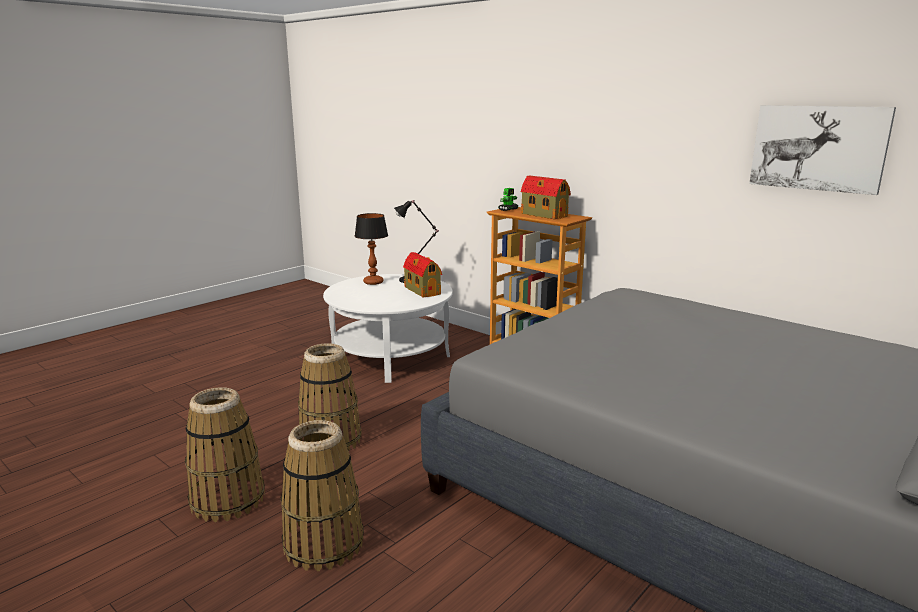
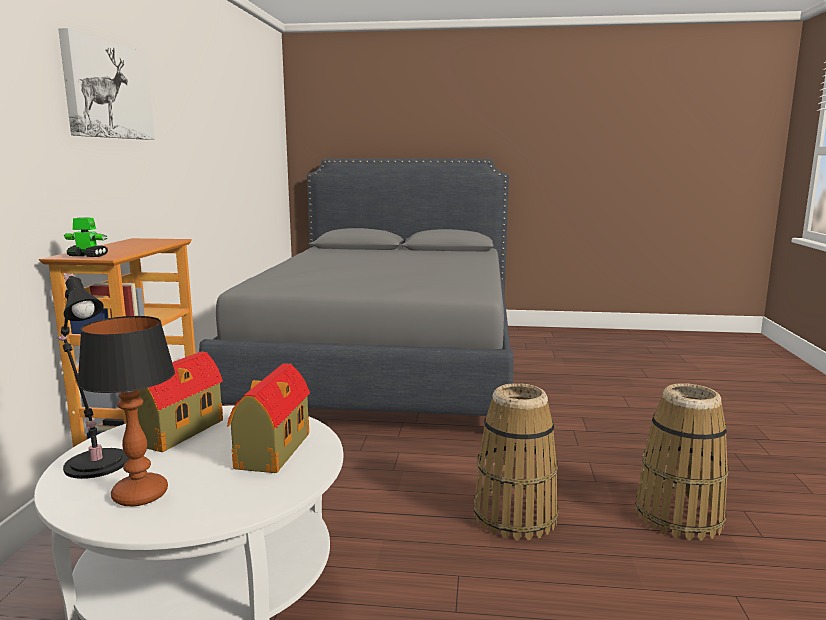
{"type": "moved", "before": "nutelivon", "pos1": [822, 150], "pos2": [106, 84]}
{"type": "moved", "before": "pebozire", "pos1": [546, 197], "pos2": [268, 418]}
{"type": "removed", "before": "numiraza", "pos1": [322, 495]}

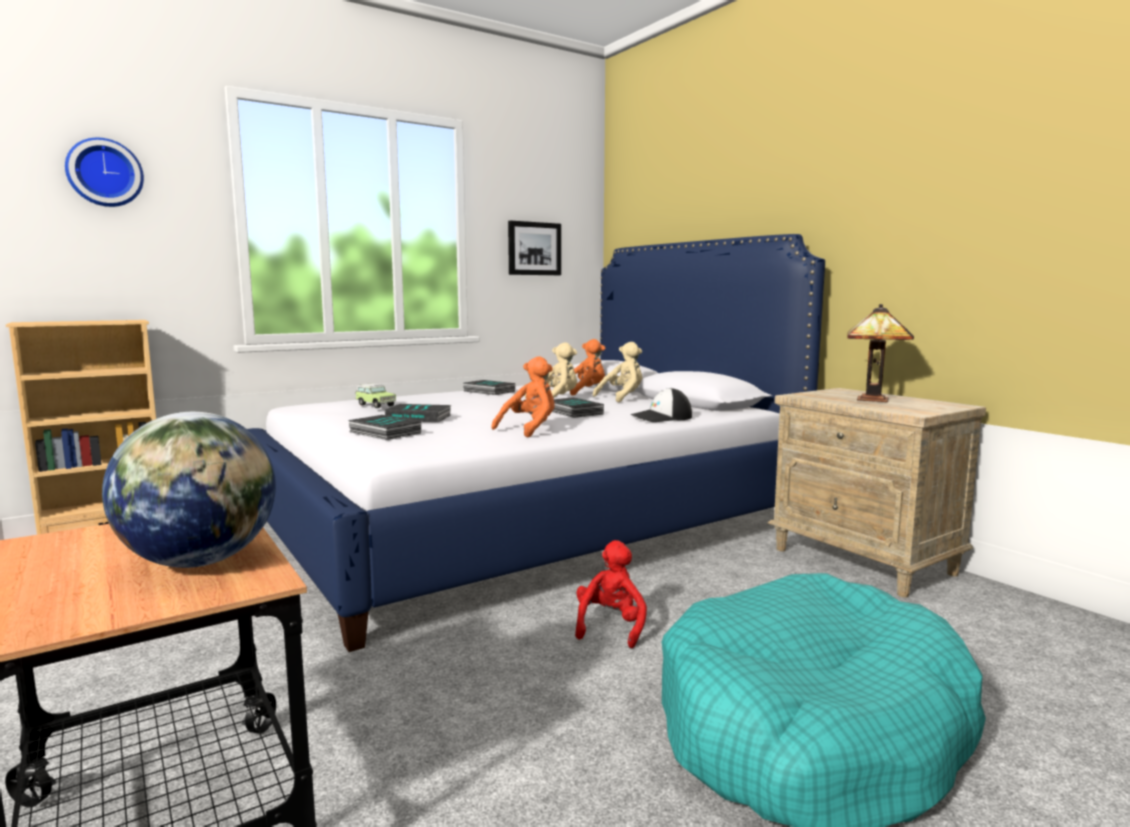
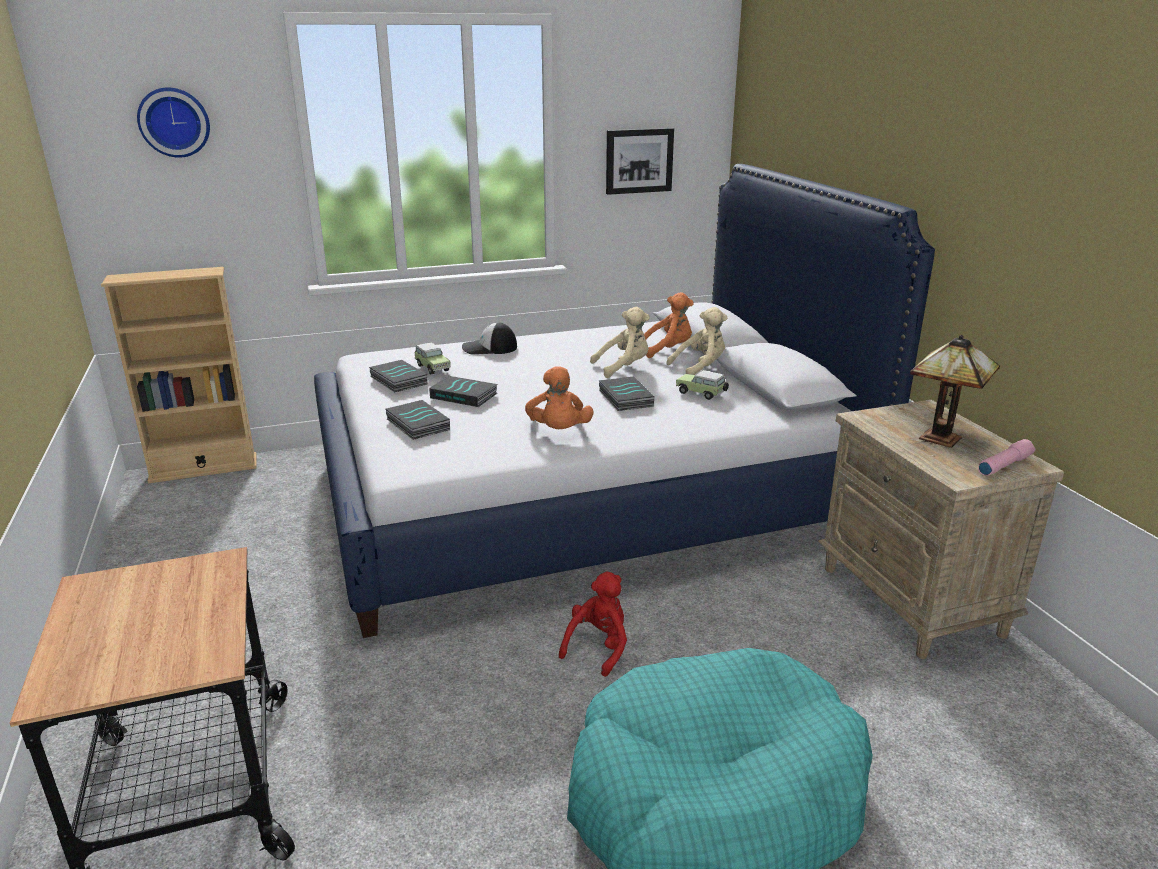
{"type": "moved", "before": "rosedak", "pos1": [489, 387], "pos2": [398, 376]}
{"type": "moved", "before": "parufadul", "pos1": [661, 405], "pos2": [489, 338]}
{"type": "turned", "before": "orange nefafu", "pos1": [523, 397], "pos2": [559, 397], "turn": 120}
{"type": "added", "after": "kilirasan", "pos2": [702, 385]}
{"type": "added", "after": "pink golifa", "pos2": [1007, 457]}
{"type": "removed", "before": "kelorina", "pos1": [189, 490]}

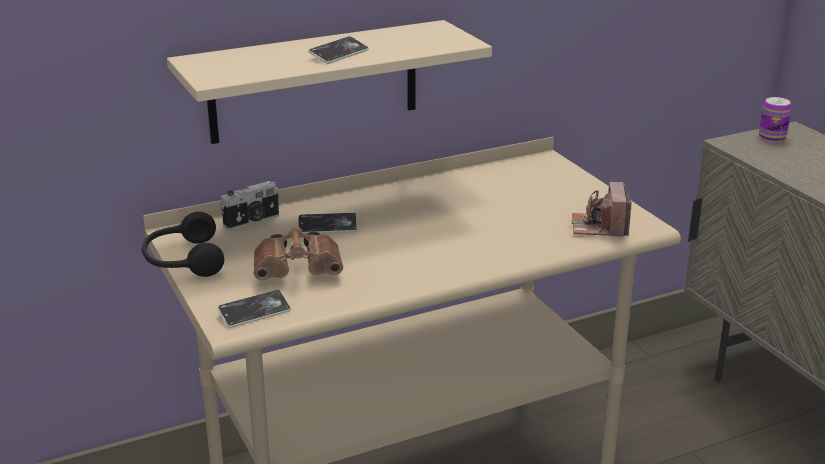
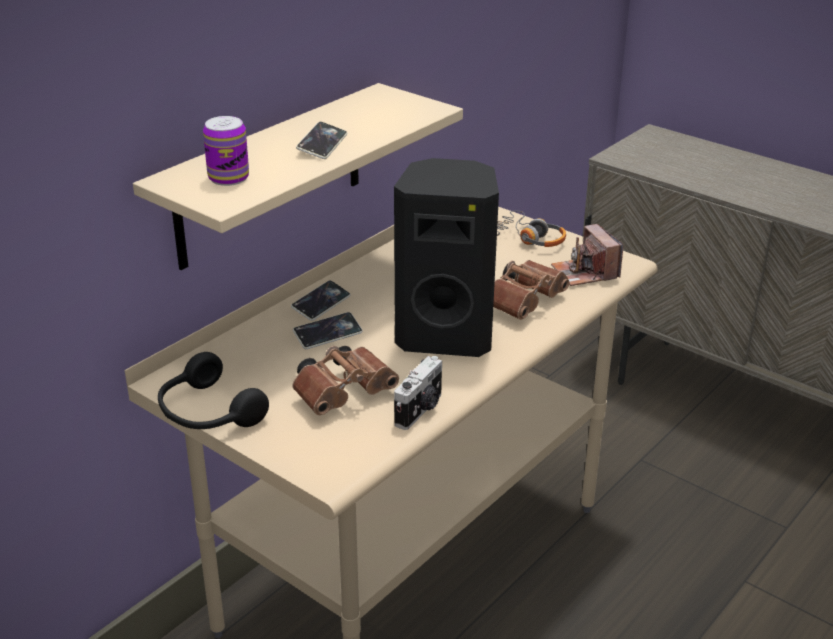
{"type": "moved", "before": "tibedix", "pos1": [775, 119], "pos2": [226, 151]}
{"type": "moved", "before": "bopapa", "pos1": [254, 309], "pos2": [320, 300]}
{"type": "added", "after": "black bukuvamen", "pos2": [446, 257]}
{"type": "moved", "before": "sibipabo", "pos1": [250, 205], "pos2": [418, 393]}
{"type": "added", "after": "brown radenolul", "pos2": [531, 290]}
{"type": "added", "after": "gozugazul", "pos2": [531, 229]}

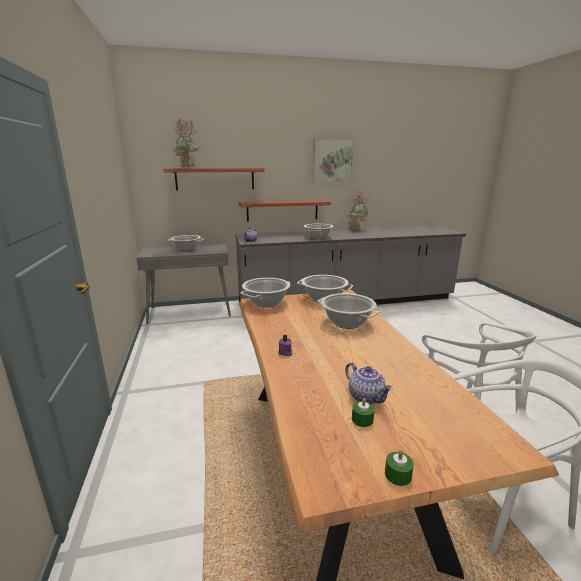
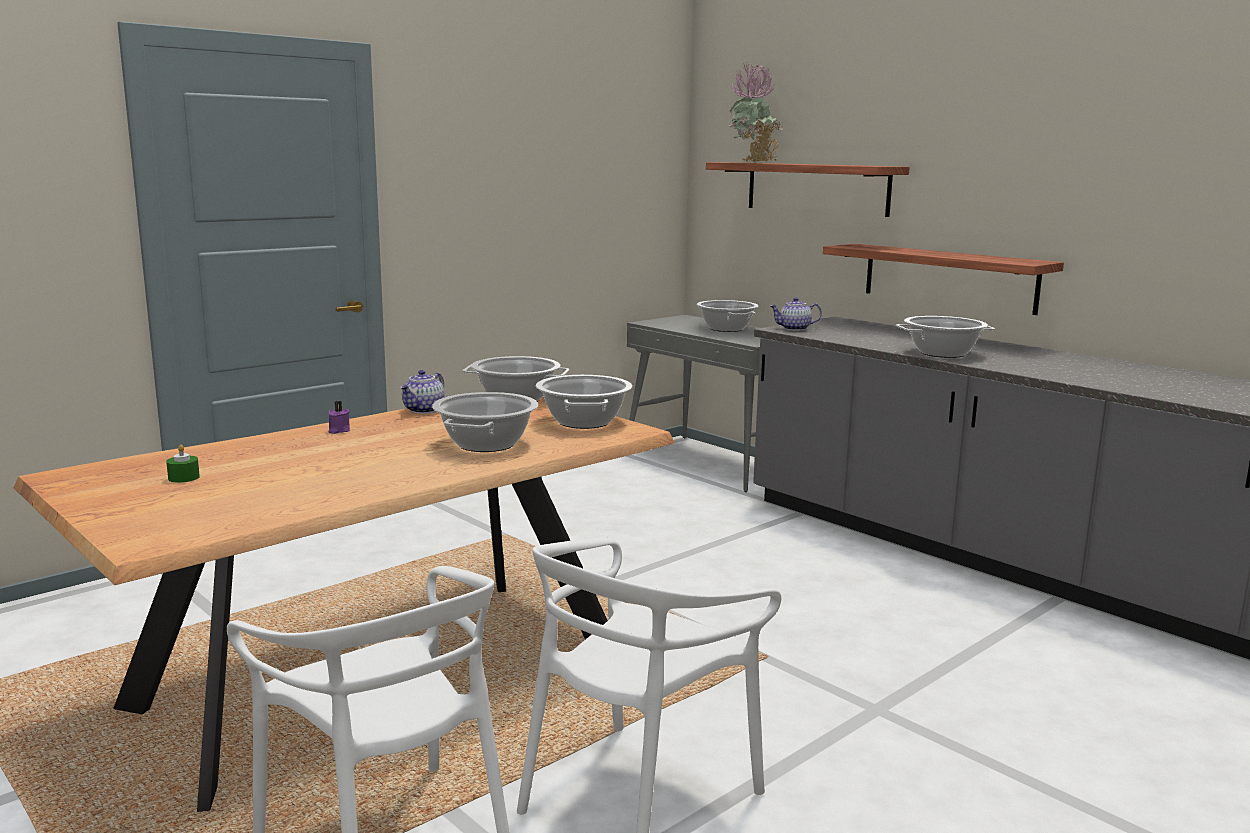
{"type": "moved", "before": "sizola", "pos1": [369, 383], "pos2": [422, 392]}
{"type": "removed", "before": "nutelivon", "pos1": [333, 161]}
{"type": "removed", "before": "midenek", "pos1": [357, 211]}
{"type": "removed", "before": "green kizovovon", "pos1": [399, 468]}

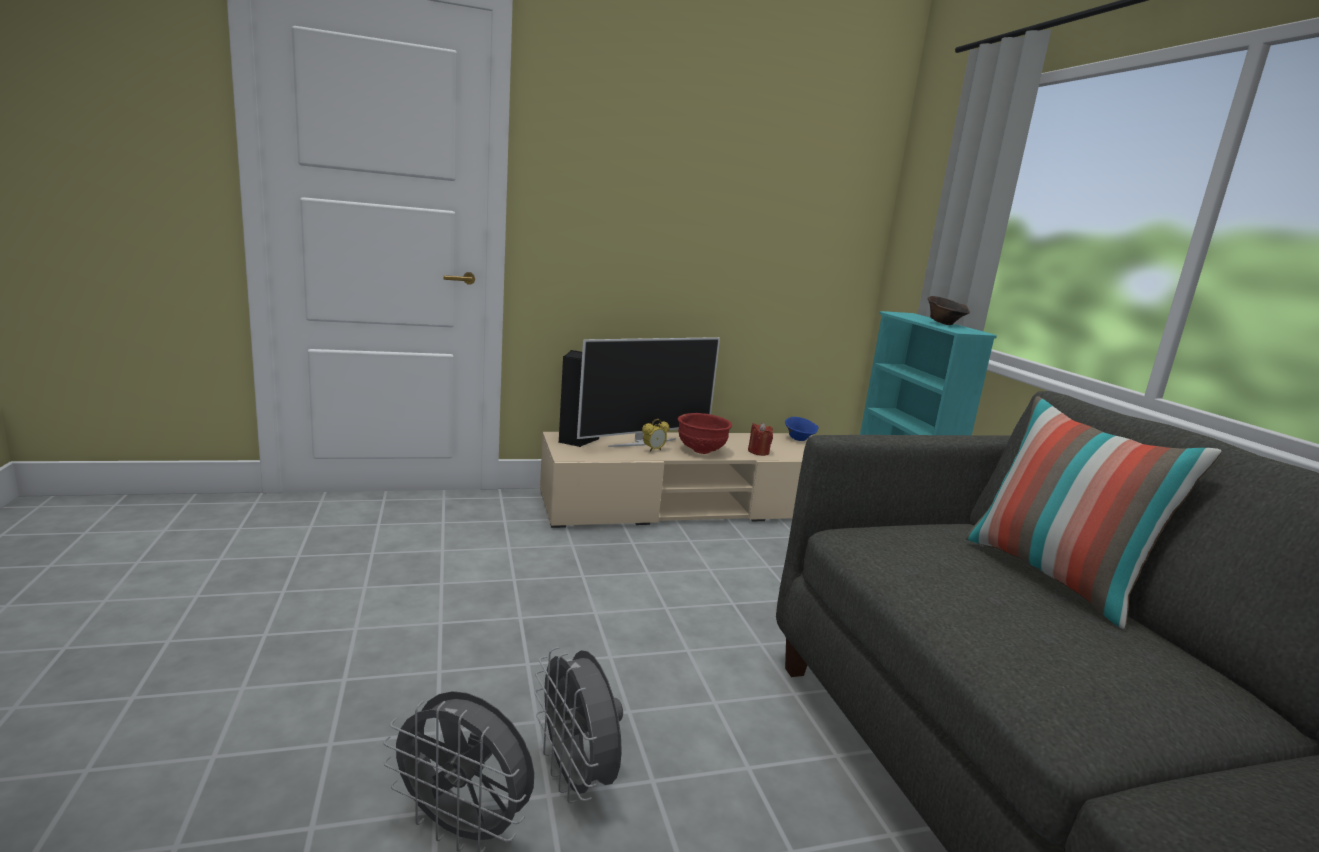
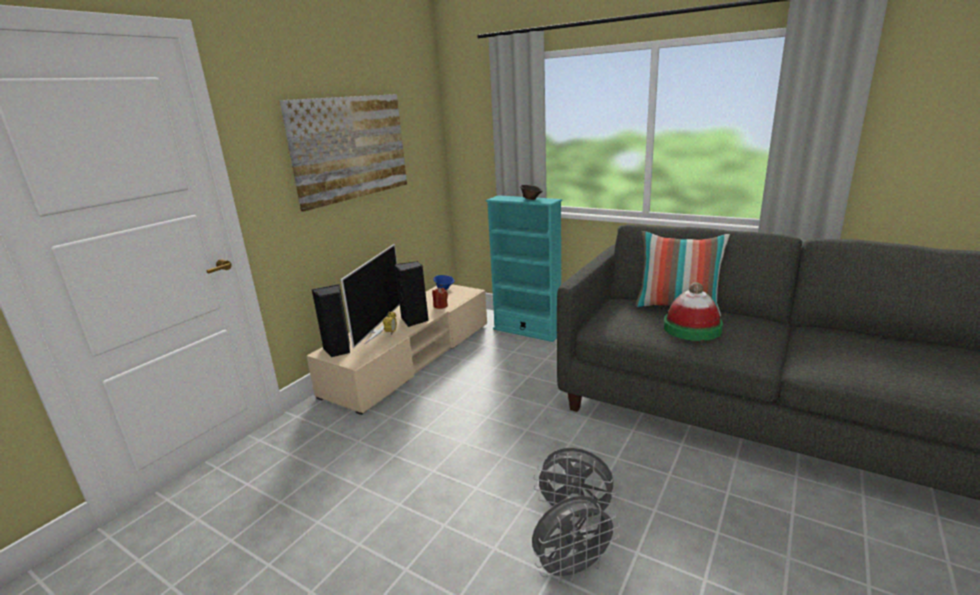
{"type": "added", "after": "nutelivon", "pos2": [343, 152]}
{"type": "replaced", "before": "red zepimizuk", "after": "black bukuvamen", "pos1": [705, 433], "pos2": [411, 294]}
{"type": "added", "after": "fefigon", "pos2": [693, 311]}

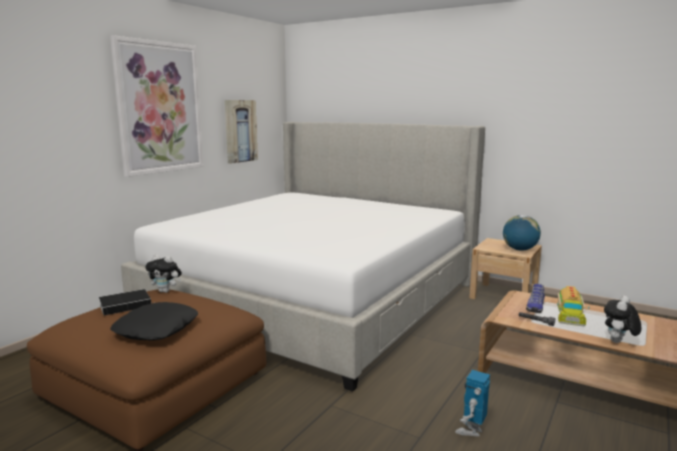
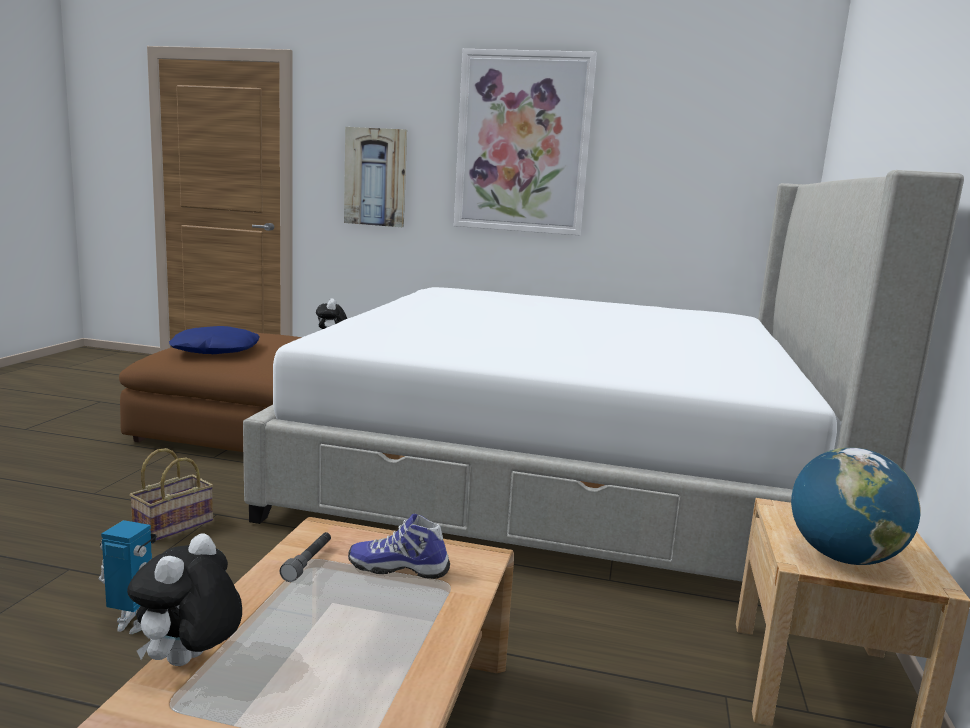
{"type": "turned", "before": "nefafu", "pos1": [622, 319], "pos2": [184, 600], "turn": -90}
{"type": "added", "after": "numiraza", "pos2": [171, 494]}
{"type": "recoloured", "before": "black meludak", "after": "blue meludak", "pos1": [154, 321], "pos2": [214, 340]}
{"type": "moved", "before": "nutelivon", "pos1": [241, 132], "pos2": [375, 177]}
{"type": "removed", "before": "rosedak", "pos1": [126, 302]}
{"type": "removed", "before": "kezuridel", "pos1": [573, 306]}

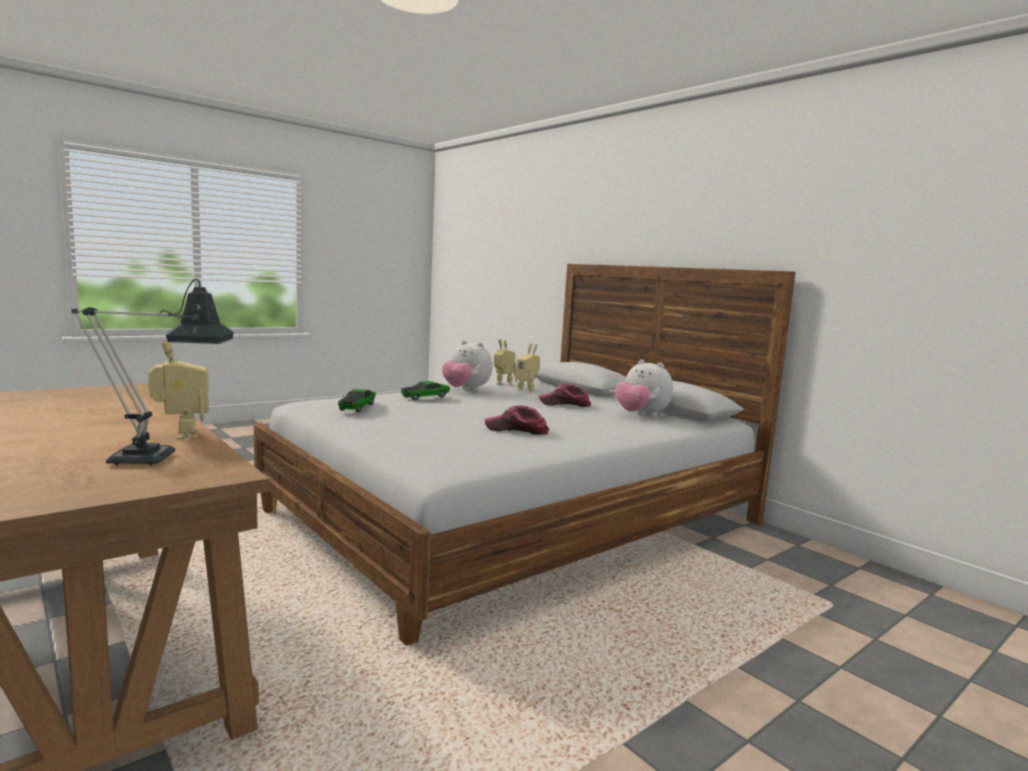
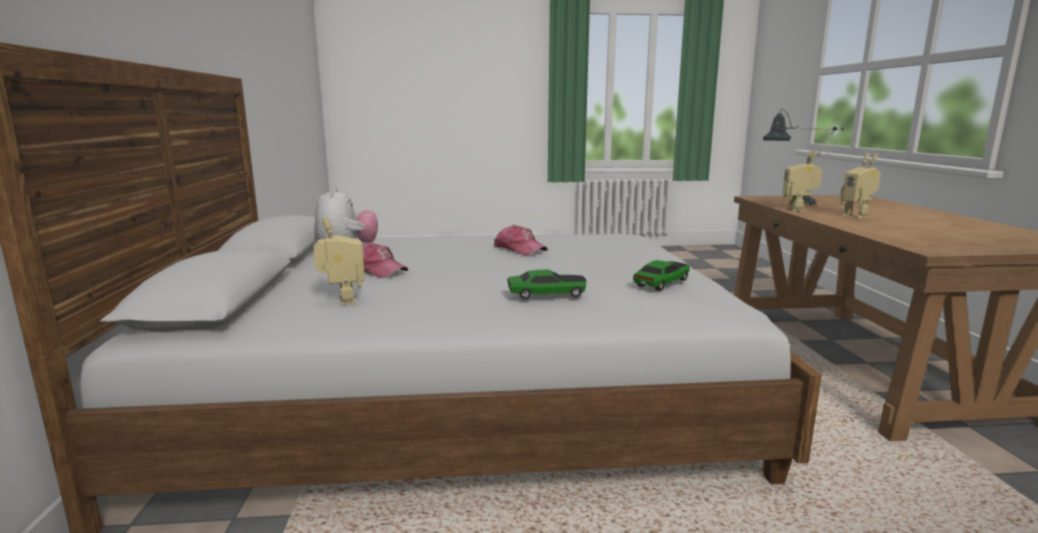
{"type": "moved", "before": "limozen", "pos1": [505, 362], "pos2": [860, 186]}
{"type": "removed", "before": "nefafu", "pos1": [467, 366]}

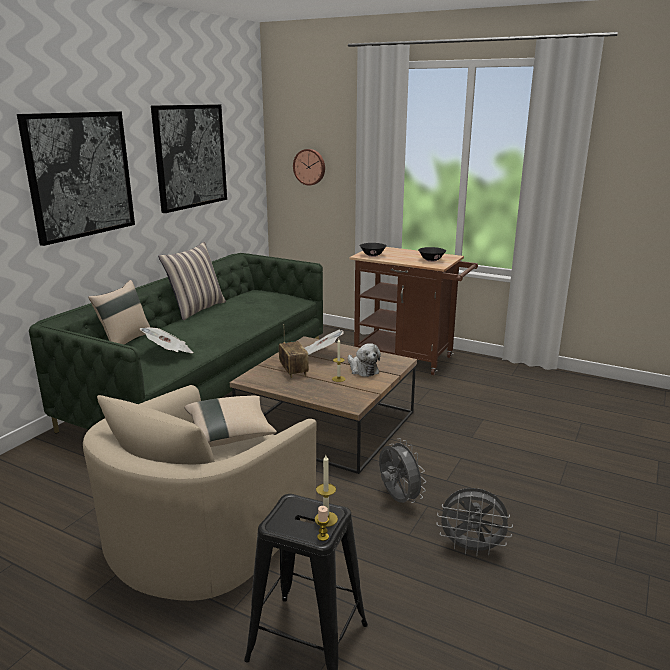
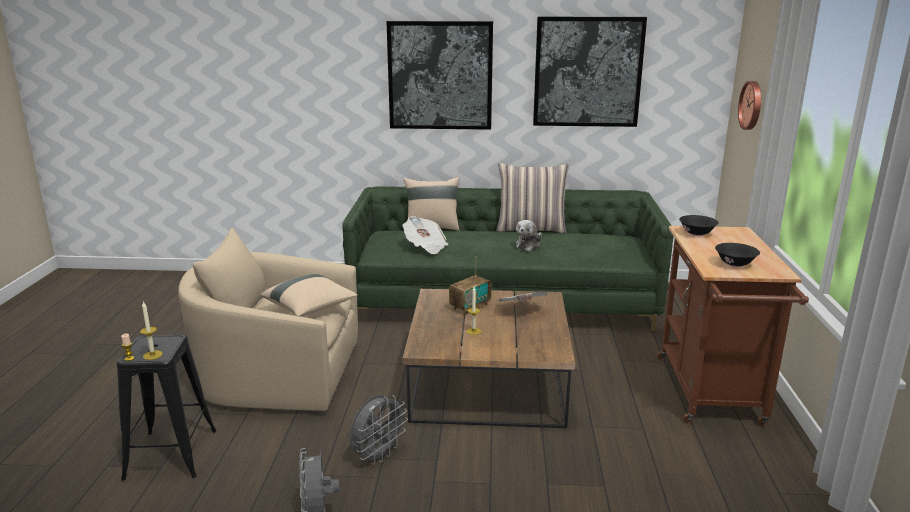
{"type": "moved", "before": "nefafu", "pos1": [364, 360], "pos2": [529, 235]}

